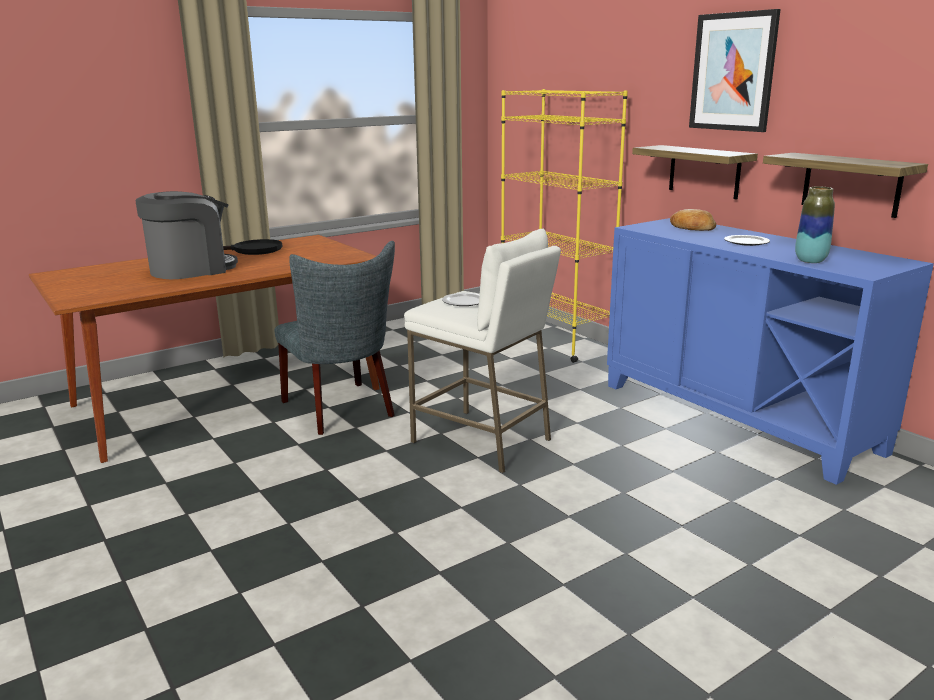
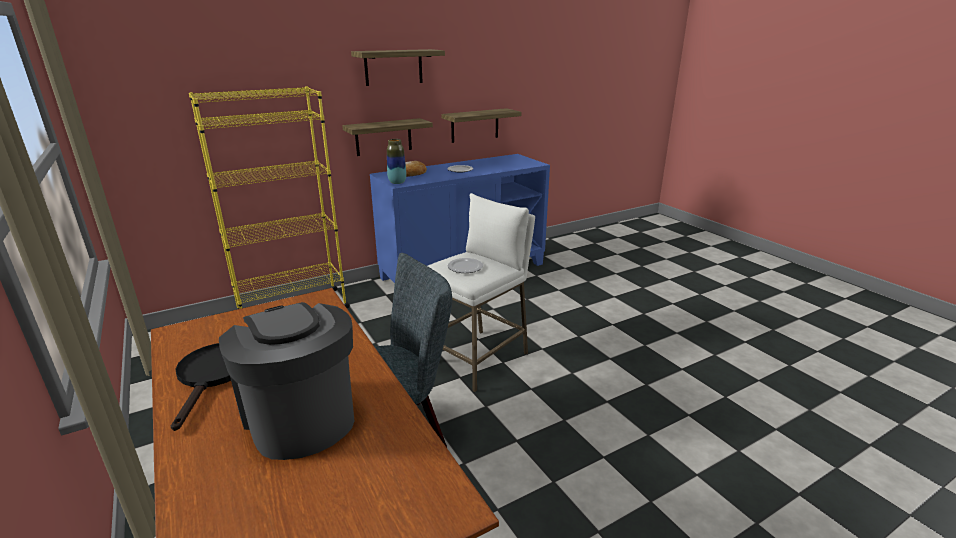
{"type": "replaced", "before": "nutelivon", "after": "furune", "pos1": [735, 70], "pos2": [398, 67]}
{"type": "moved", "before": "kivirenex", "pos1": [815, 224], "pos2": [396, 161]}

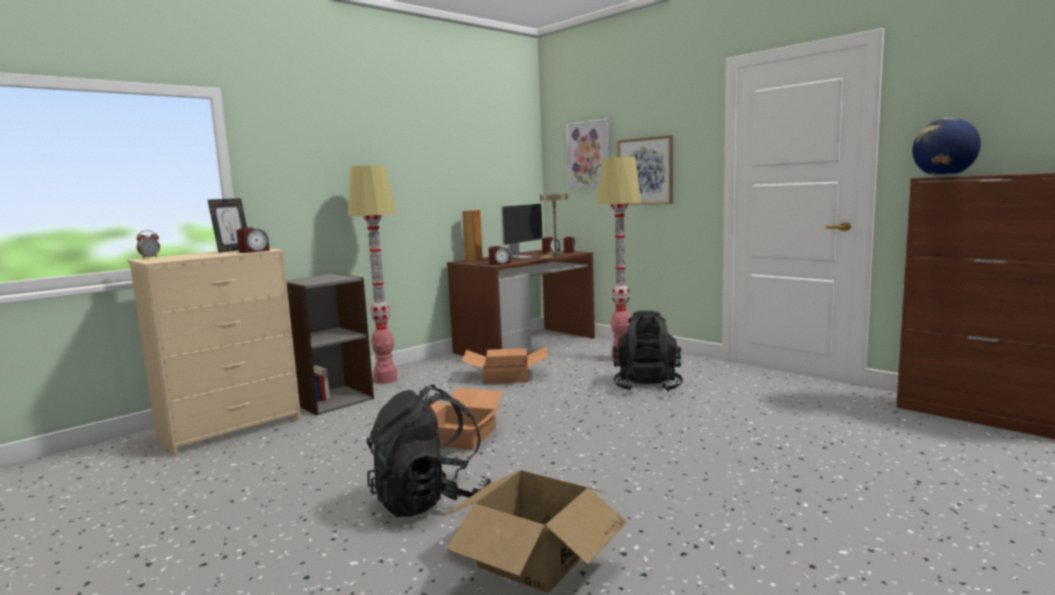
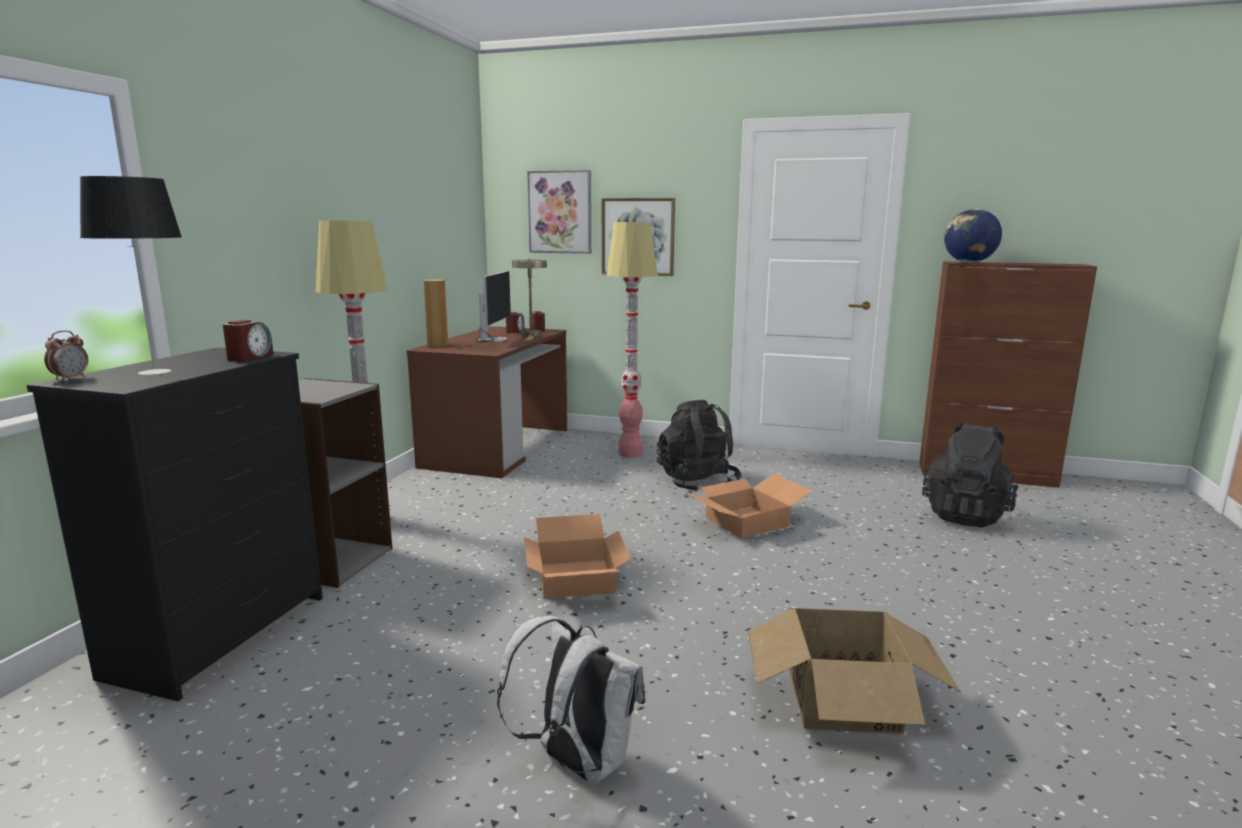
{"type": "recoloured", "before": "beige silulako", "after": "black silulako", "pos1": [214, 352], "pos2": [175, 524]}
{"type": "added", "after": "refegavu", "pos2": [131, 275]}
{"type": "added", "after": "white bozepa", "pos2": [571, 700]}
{"type": "moved", "before": "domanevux", "pos1": [505, 365], "pos2": [748, 506]}
{"type": "moved", "before": "black bozepa", "pos1": [429, 451], "pos2": [970, 475]}
{"type": "removed", "before": "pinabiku", "pos1": [227, 225]}
{"type": "removed", "before": "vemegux", "pos1": [499, 255]}

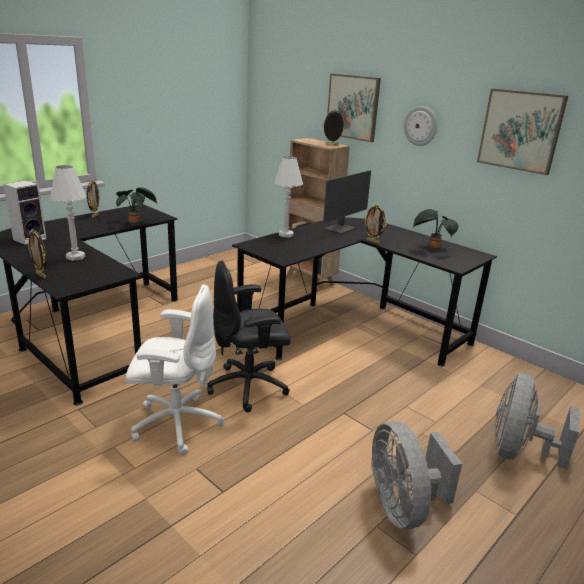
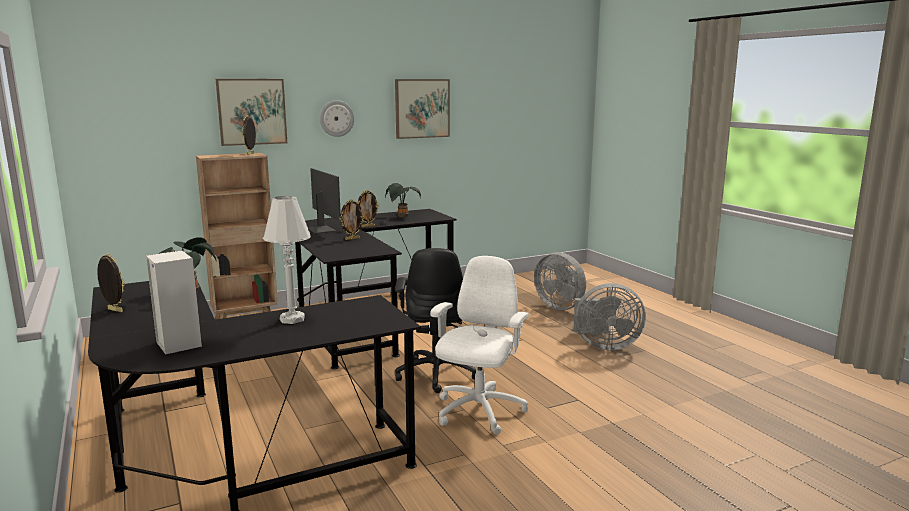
{"type": "moved", "before": "pinabiku", "pos1": [37, 254], "pos2": [352, 219]}
{"type": "removed", "before": "white refegavu", "pos1": [288, 196]}

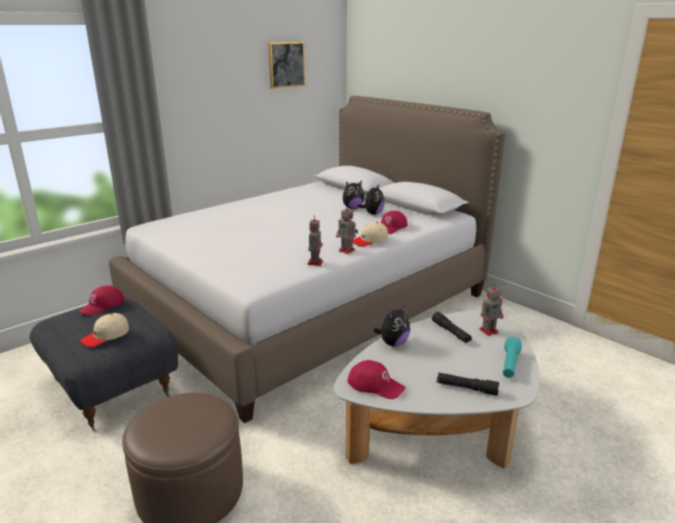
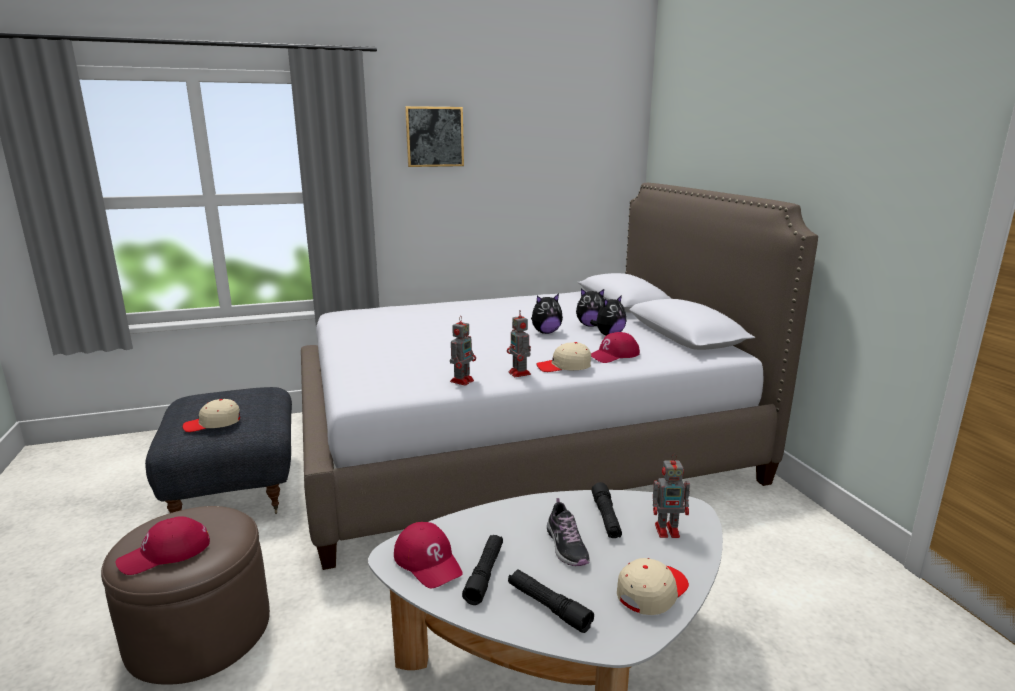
{"type": "moved", "before": "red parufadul", "pos1": [101, 300], "pos2": [163, 545]}
{"type": "moved", "before": "nutelivon", "pos1": [286, 65], "pos2": [434, 136]}
{"type": "added", "after": "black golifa", "pos2": [482, 570]}
{"type": "moved", "before": "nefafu", "pos1": [391, 325], "pos2": [547, 314]}
{"type": "added", "after": "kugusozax", "pos2": [568, 532]}
{"type": "replaced", "before": "turquoise golifa", "after": "beige parufadul", "pos1": [512, 357], "pos2": [653, 586]}

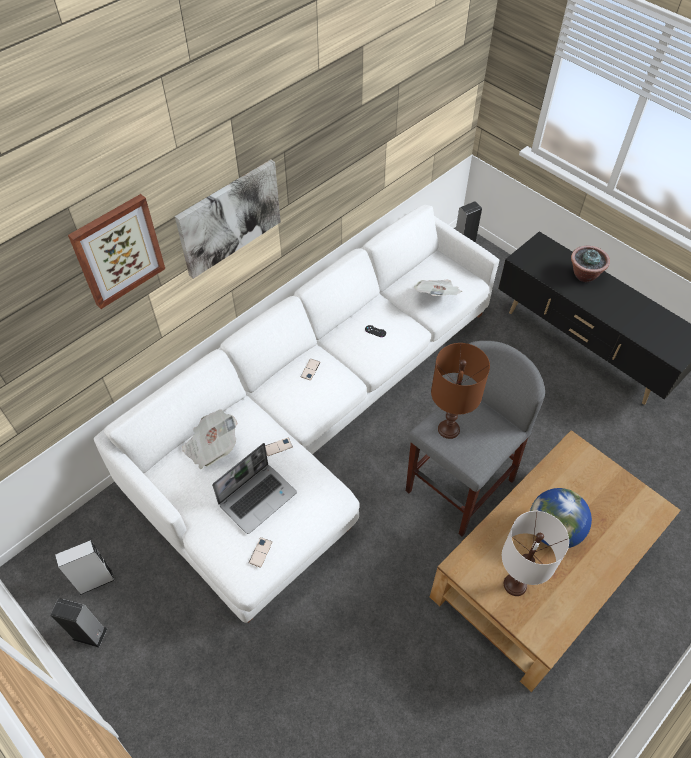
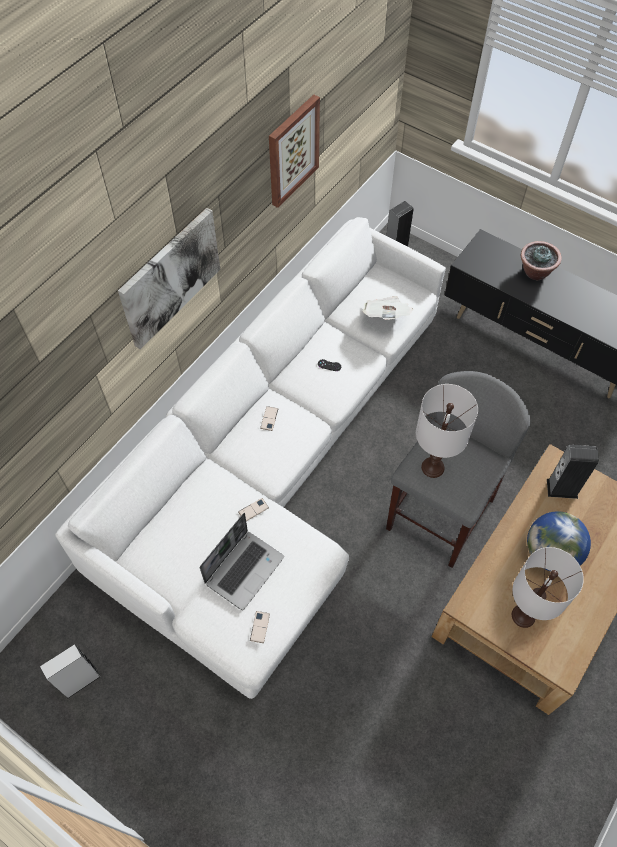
{"type": "moved", "before": "nutelivon", "pos1": [116, 251], "pos2": [294, 151]}
{"type": "recoloured", "before": "brown refegavu", "after": "white refegavu", "pos1": [460, 391], "pos2": [447, 431]}
{"type": "moved", "before": "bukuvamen", "pos1": [79, 623], "pos2": [573, 472]}
{"type": "removed", "before": "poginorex", "pos1": [210, 439]}

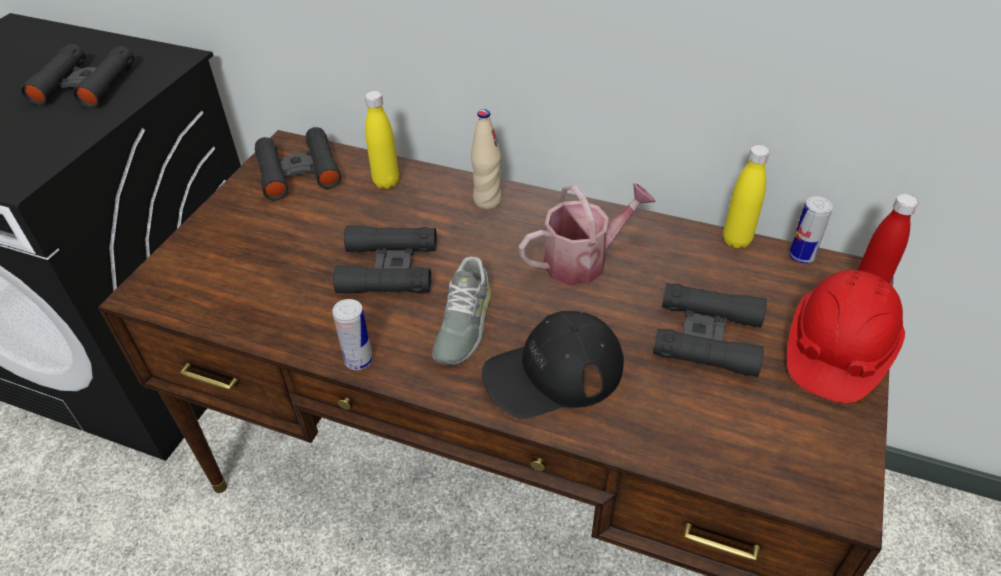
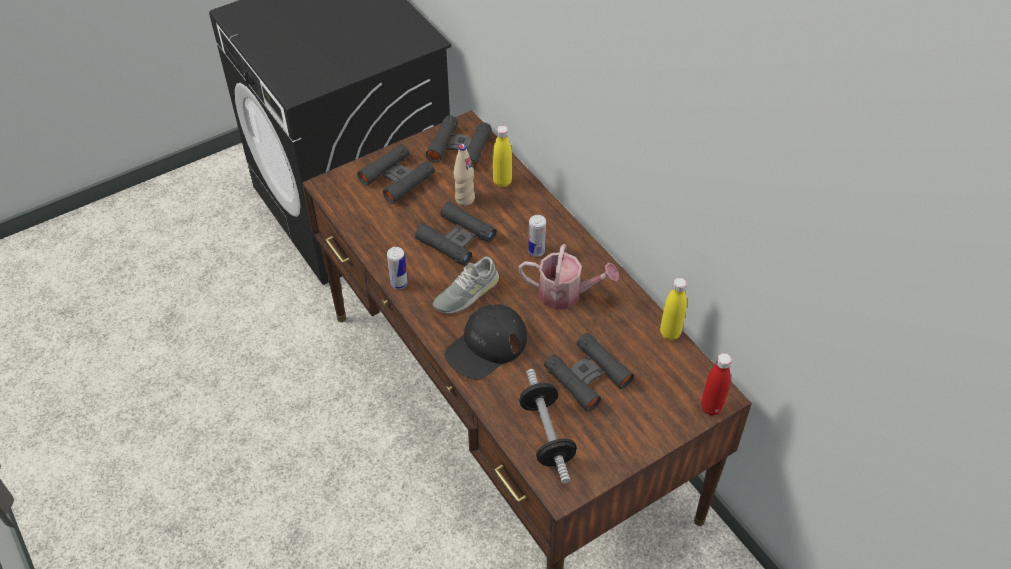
{"type": "moved", "before": "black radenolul", "pos1": [77, 76], "pos2": [396, 174]}
{"type": "turned", "before": "black parufadul", "pos1": [553, 365], "pos2": [485, 342], "turn": -60}
{"type": "moved", "before": "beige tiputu", "pos1": [486, 159], "pos2": [464, 175]}
{"type": "added", "after": "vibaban", "pos2": [548, 426]}
{"type": "moved", "before": "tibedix", "pos1": [811, 230], "pos2": [537, 236]}
{"type": "removed", "before": "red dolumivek", "pos1": [846, 336]}

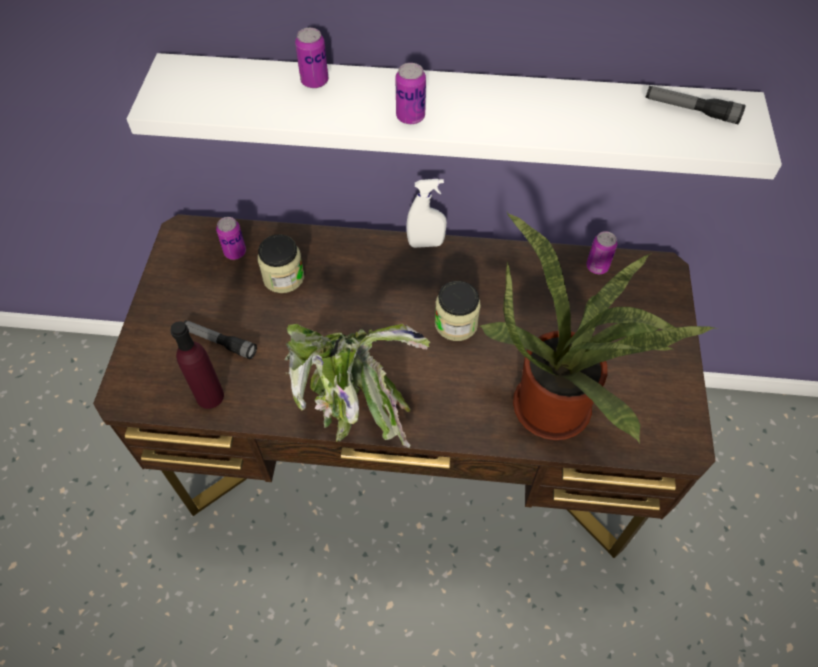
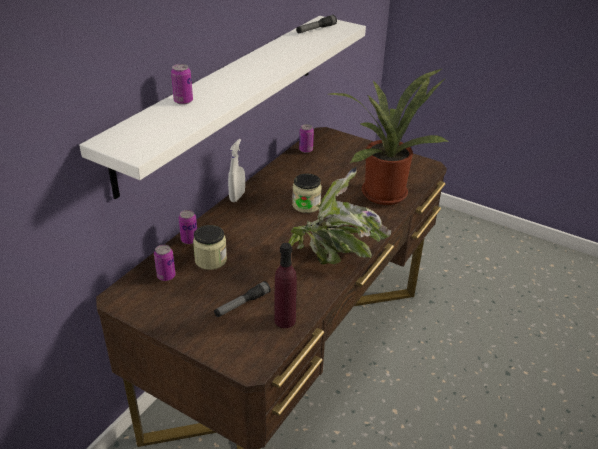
{"type": "moved", "before": "tibedix", "pos1": [410, 93], "pos2": [188, 227]}

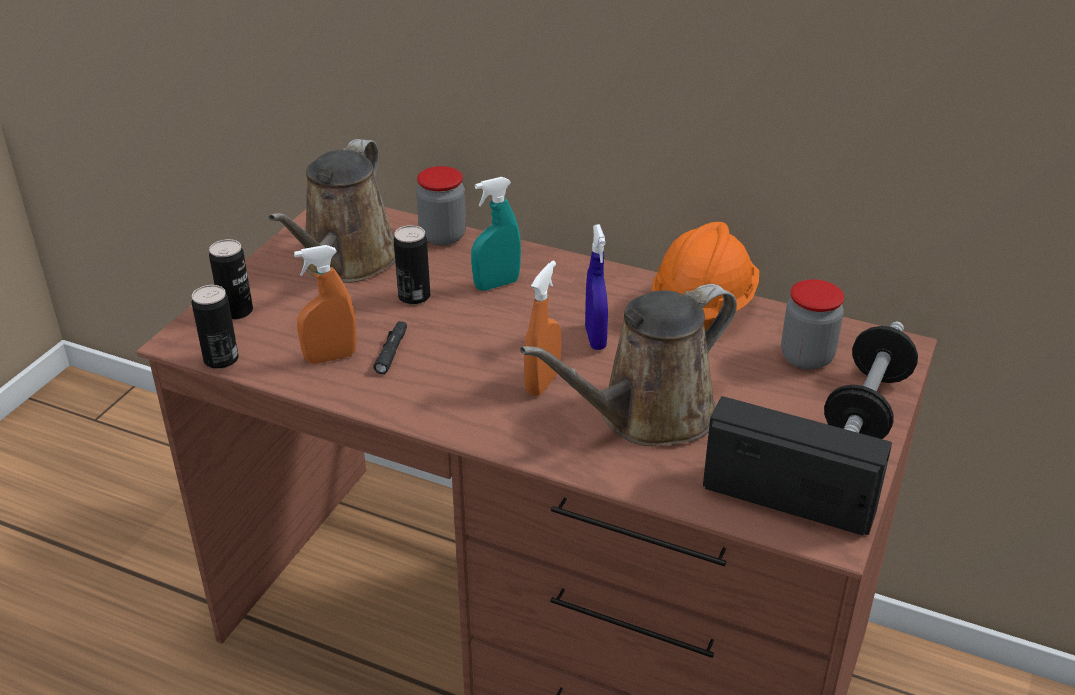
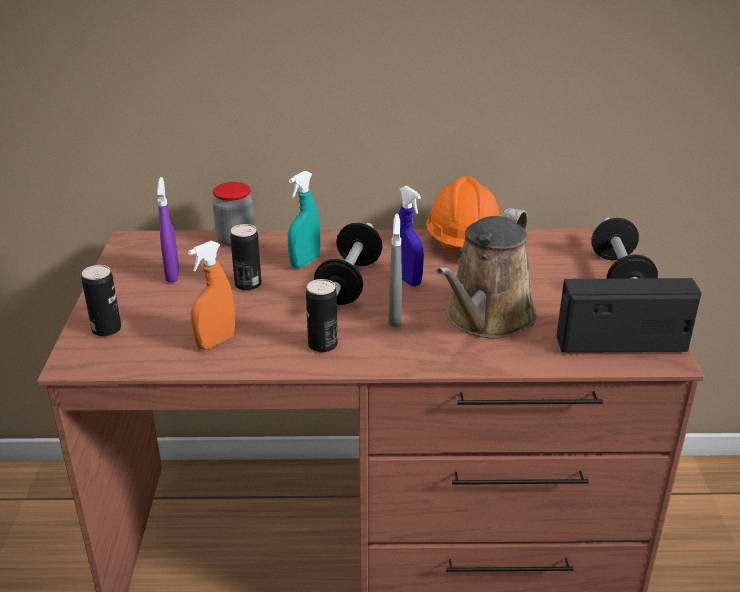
{"type": "replaced", "before": "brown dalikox", "after": "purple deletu", "pos1": [331, 211], "pos2": [168, 230]}
{"type": "moved", "before": "tibedix", "pos1": [215, 327], "pos2": [322, 315]}
{"type": "added", "after": "vibaban", "pos2": [348, 264]}
{"type": "recoloured", "before": "orange deletu", "after": "grey deletu", "pos1": [542, 328], "pos2": [395, 270]}
{"type": "removed", "before": "black golifa", "pos1": [390, 347]}
{"type": "removed", "before": "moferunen", "pos1": [812, 324]}

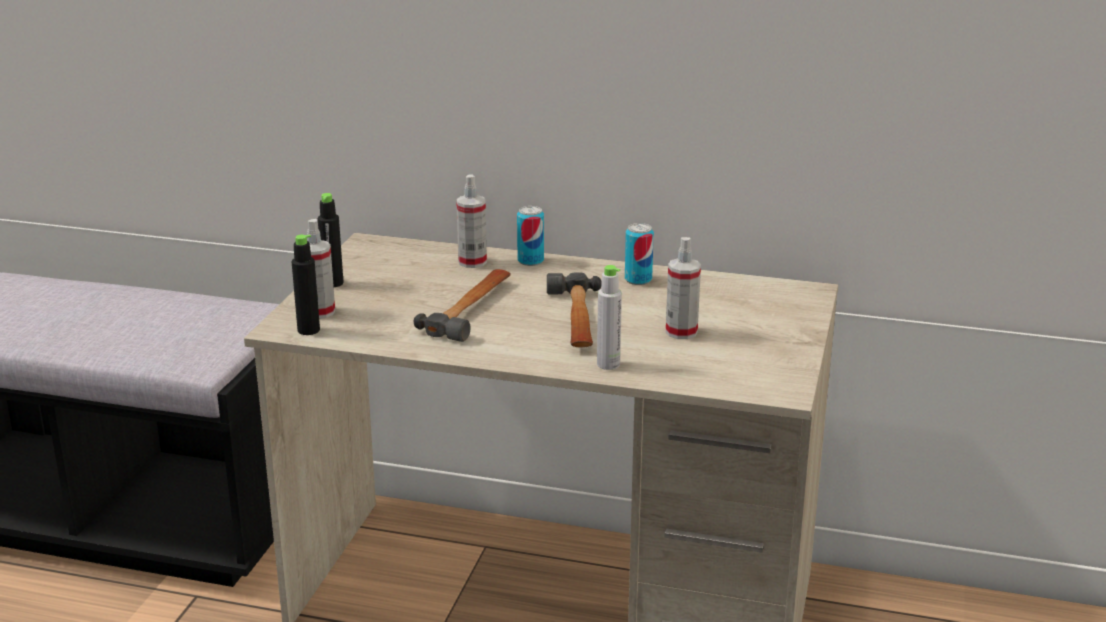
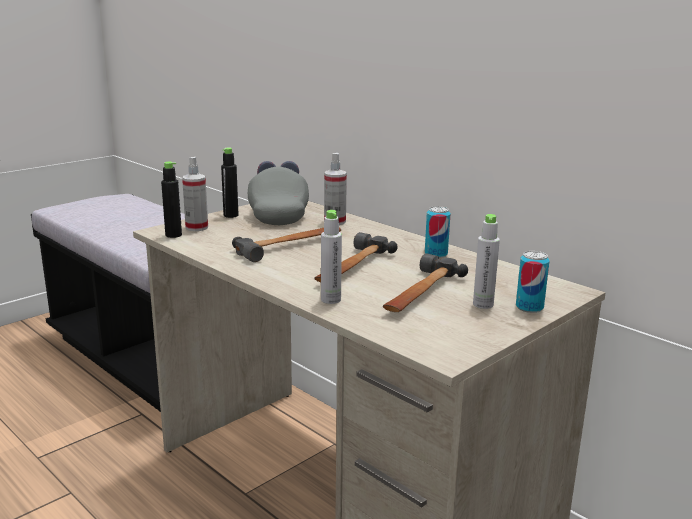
{"type": "added", "after": "grey parufadul", "pos2": [278, 193]}
{"type": "replaced", "before": "deletu", "after": "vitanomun", "pos1": [683, 288], "pos2": [425, 282]}
{"type": "added", "after": "grey tiputu", "pos2": [486, 261]}
{"type": "moved", "before": "tibedix", "pos1": [530, 236], "pos2": [532, 282]}

